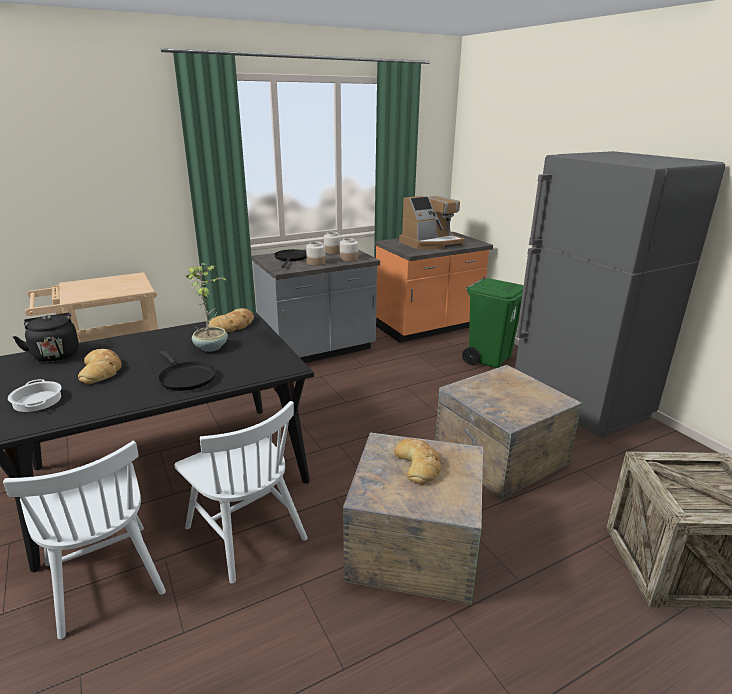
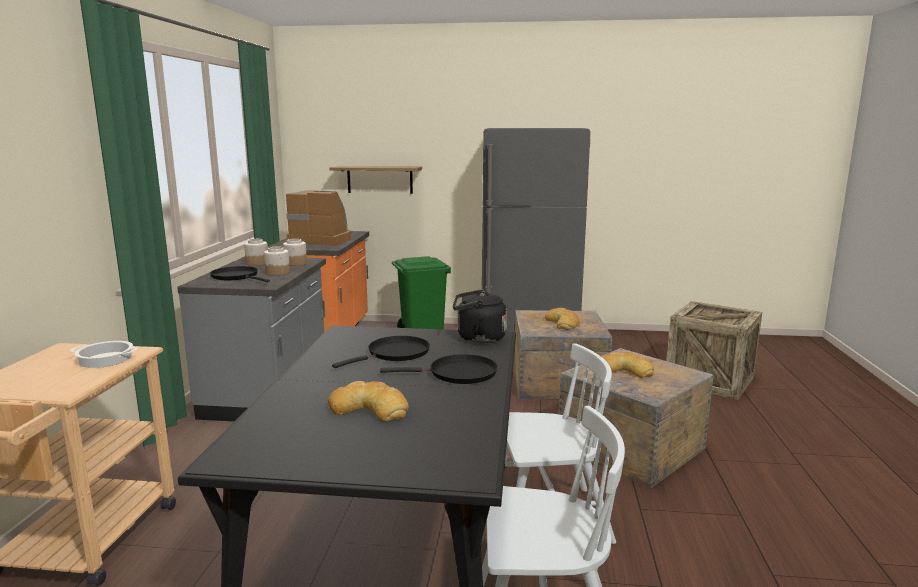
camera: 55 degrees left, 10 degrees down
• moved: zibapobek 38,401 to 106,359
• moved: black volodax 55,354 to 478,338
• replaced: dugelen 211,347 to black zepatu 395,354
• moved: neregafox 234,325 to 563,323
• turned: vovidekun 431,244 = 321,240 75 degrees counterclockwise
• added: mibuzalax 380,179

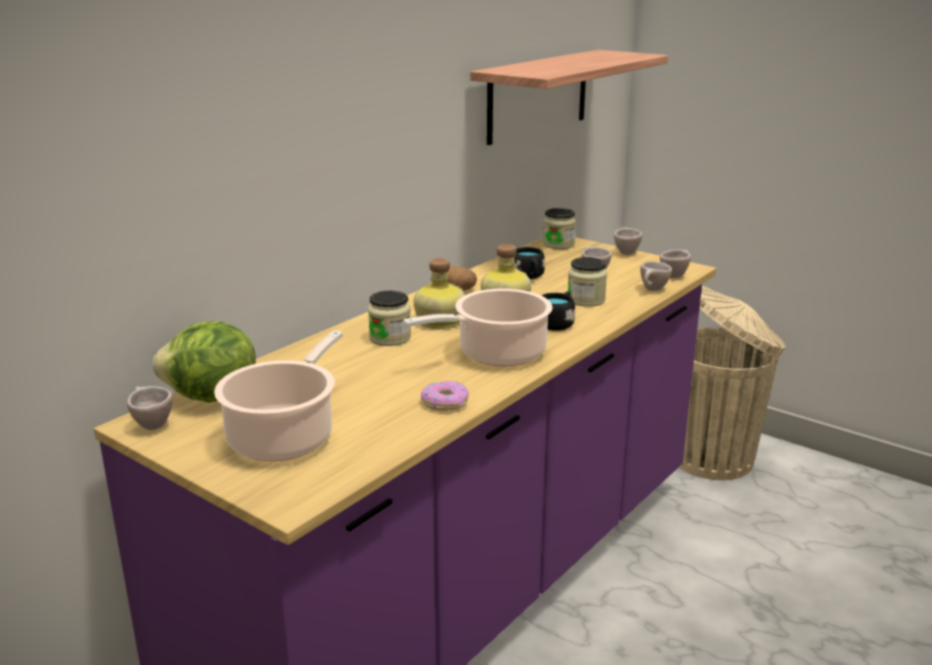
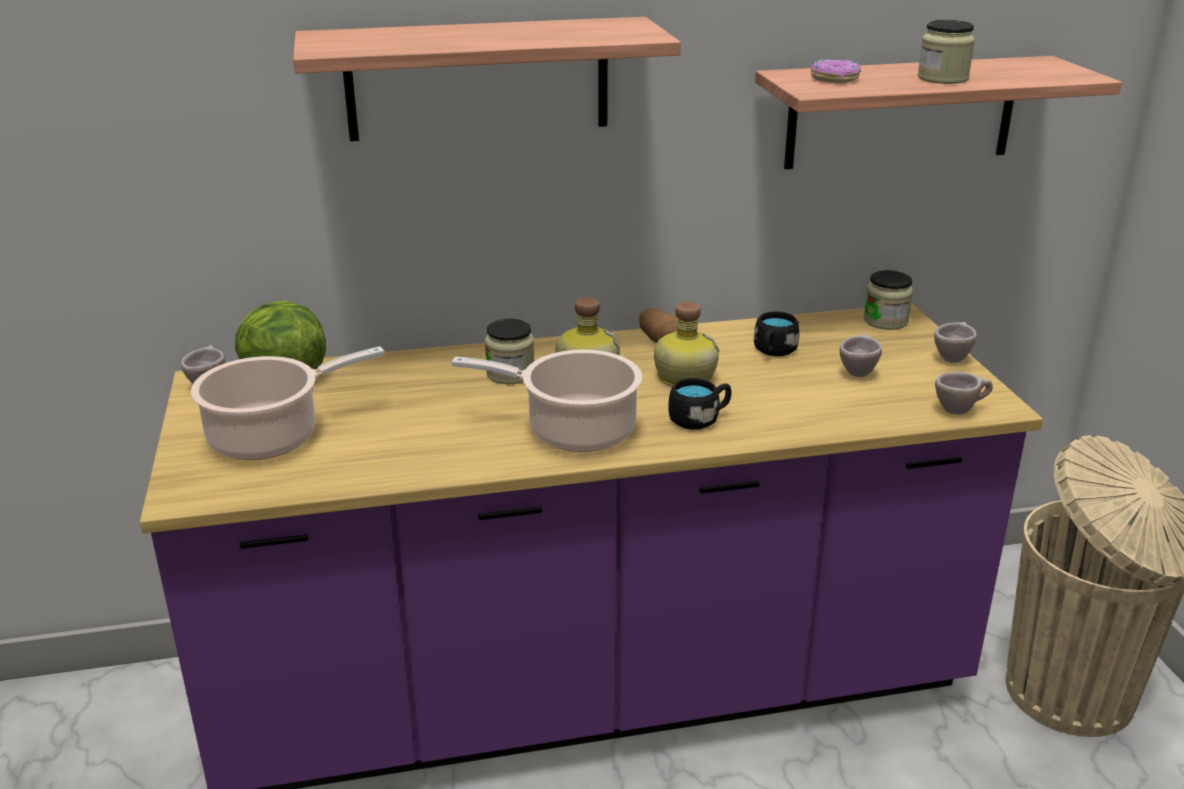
camera: 40 degrees right, 5 degrees up
• moved: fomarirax 445,402 to 834,79
• moved: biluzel 586,300 to 942,78
• removed: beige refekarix 652,290
• added: mibuzalax 478,79

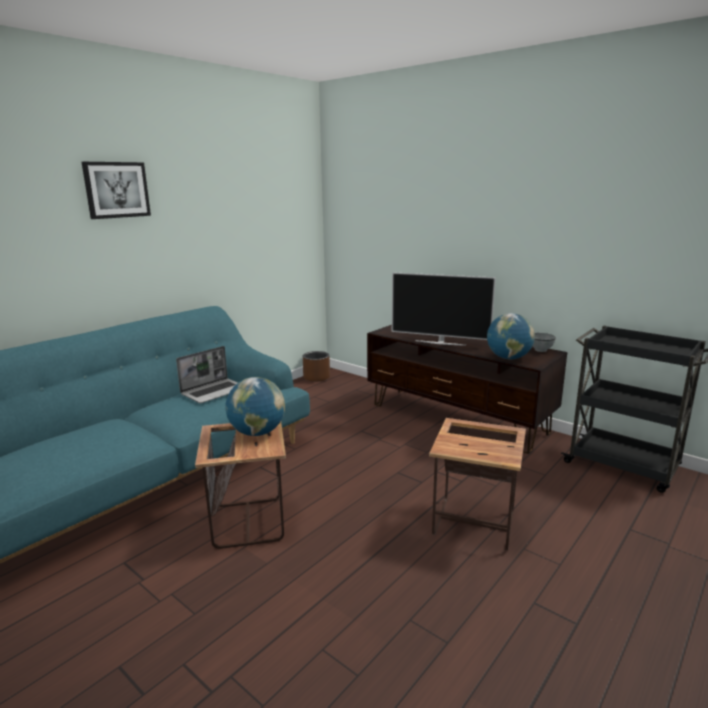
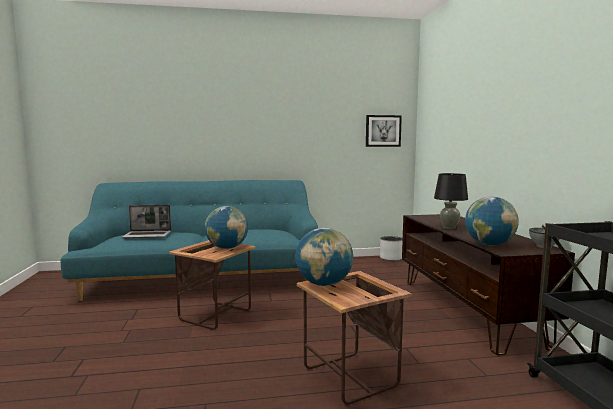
camera: 40 degrees right, 10 degrees down
• moved: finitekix 116,190 to 383,131
• moved: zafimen 214,392 to 148,235
• recoloured: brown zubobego 317,377 to grey zubobego 391,258
• replaced: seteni 440,342 to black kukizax 449,227
• added: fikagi 324,284

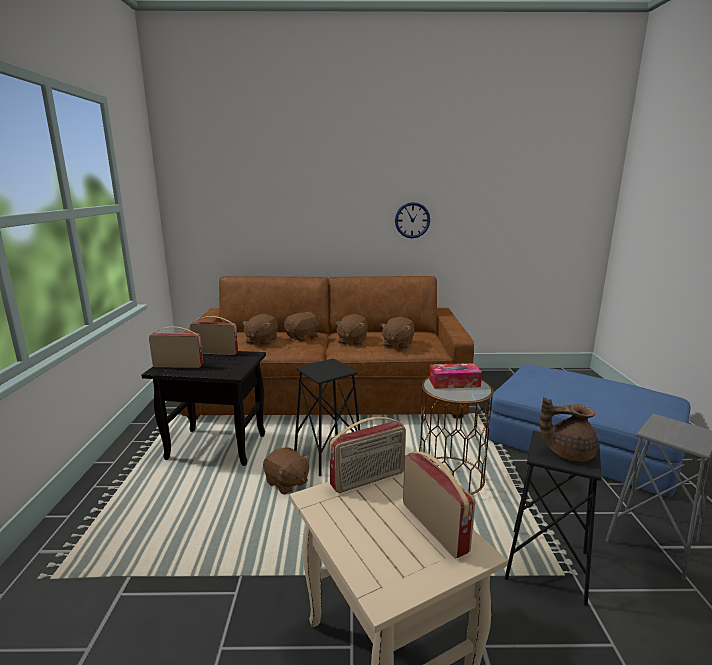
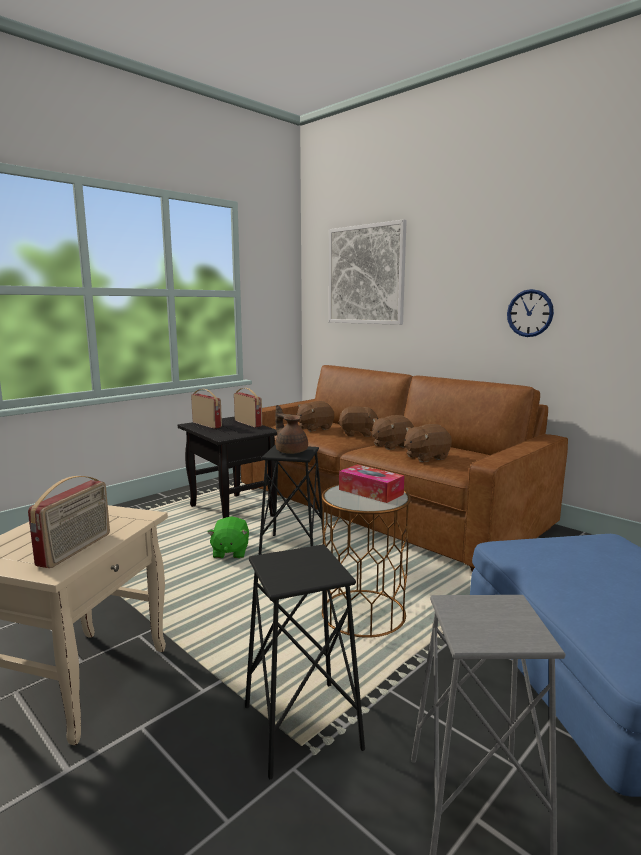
camera: 45 degrees right, 5 degrees down
• recoloured: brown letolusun 286,483 to green letolusun 230,552
• removed: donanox 368,479
• moved: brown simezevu 567,452 to 291,451
• added: finitekix 366,275

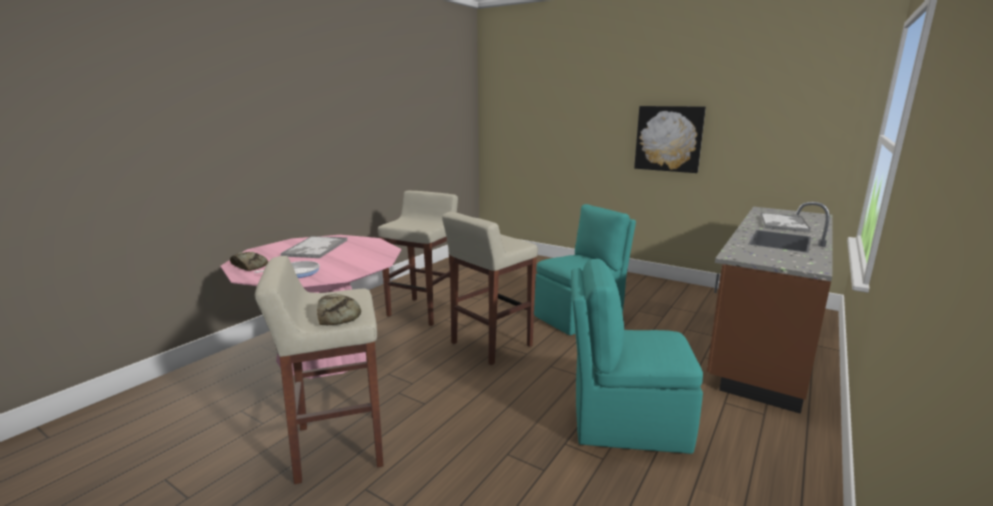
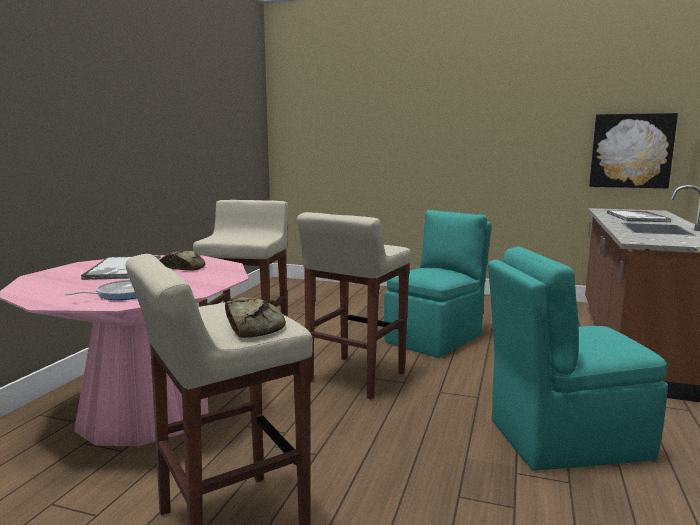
camera: 15 degrees left, 5 degrees down
• moved: neregafox 249,266 to 184,267
• moved: finitekix 668,138 to 631,151

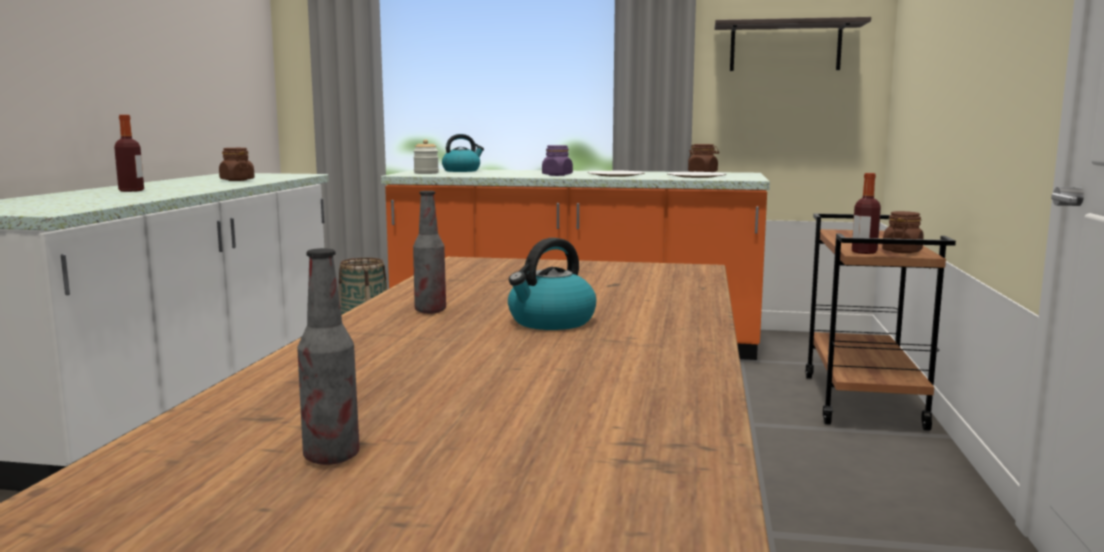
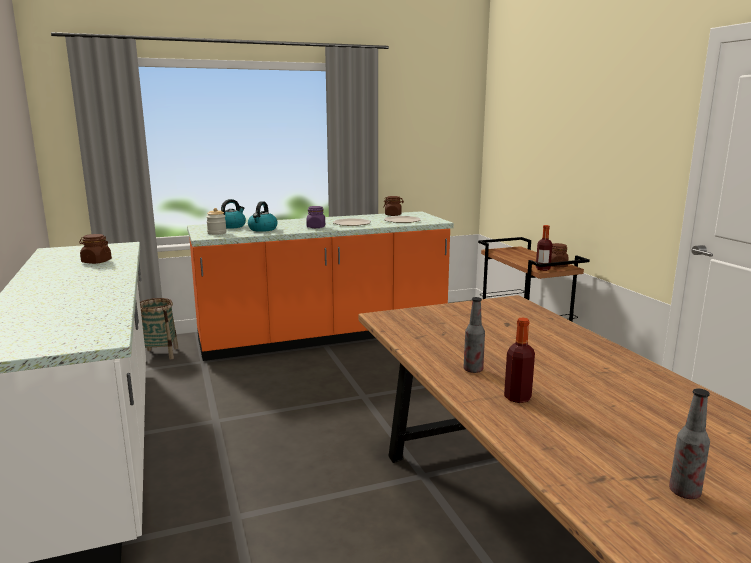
camera: 30 degrees left, 5 degrees up
• moved: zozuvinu 131,190 to 517,398
• moved: volodax 551,322 to 262,229
• removed: mibuzalax 785,47

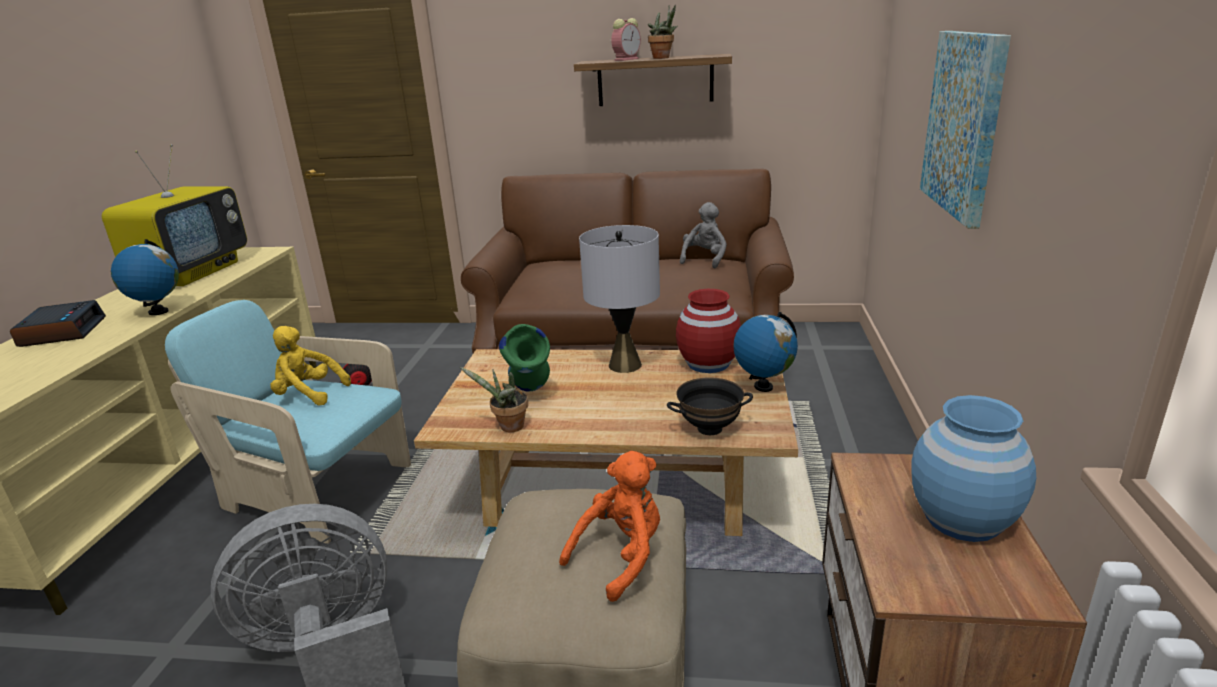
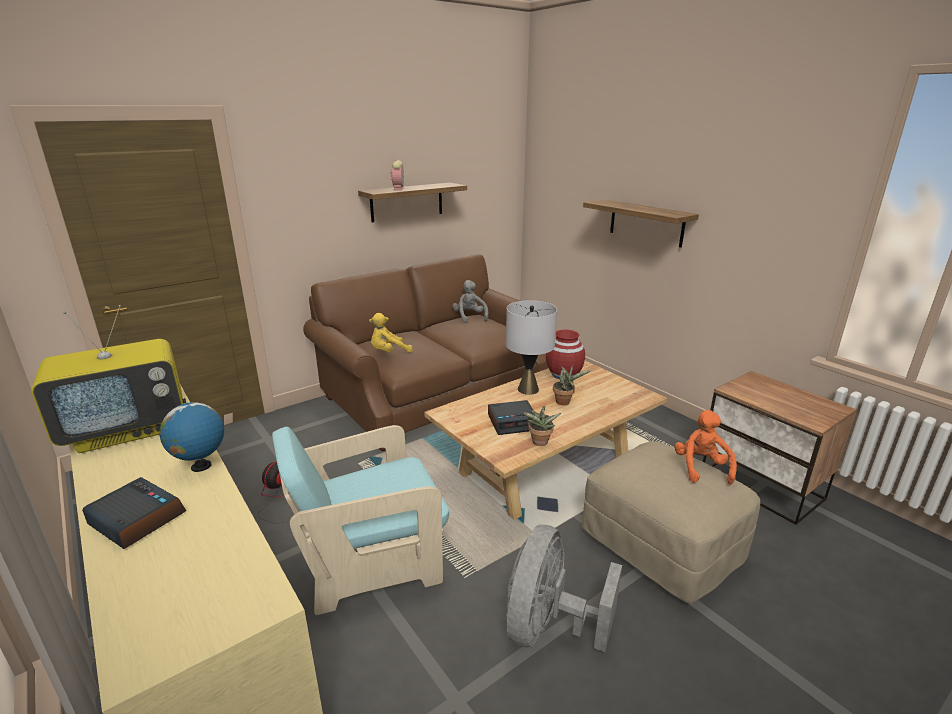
camera: 45 degrees left, 0 degrees up
• turned: seteni 192,272 = 128,430 90 degrees clockwise
• moved: yellow letolusun 308,394 to 388,352
• replaced: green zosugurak 531,393 to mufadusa 512,422
• moved: dugelen 663,58 to 564,402
• removed: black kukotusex 709,429
• removed: fikagi 763,387
• removed: blue zosugurak 963,519
• replaced: finitekix 964,123 to mibuzalax 646,223

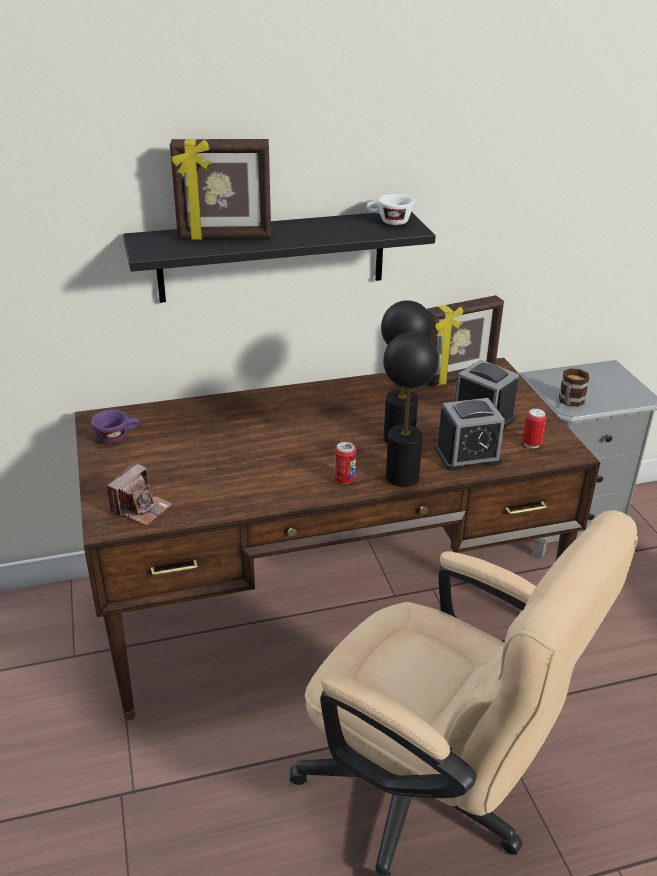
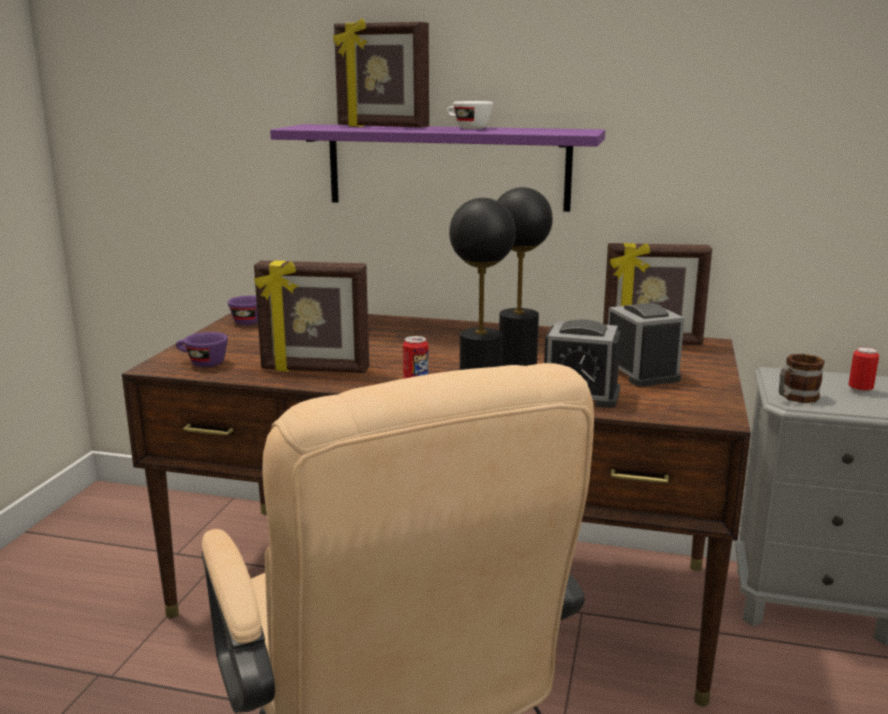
camera: 30 degrees right, 15 degrees down
• replaced: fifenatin 141,508 to purple refekarix 202,363
• recoloured: black mibuzalax 272,256 to purple mibuzalax 447,167
• moved: white refekarix 389,222 to 467,128
• moved: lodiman 531,444 to 860,390
• added: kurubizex 315,370

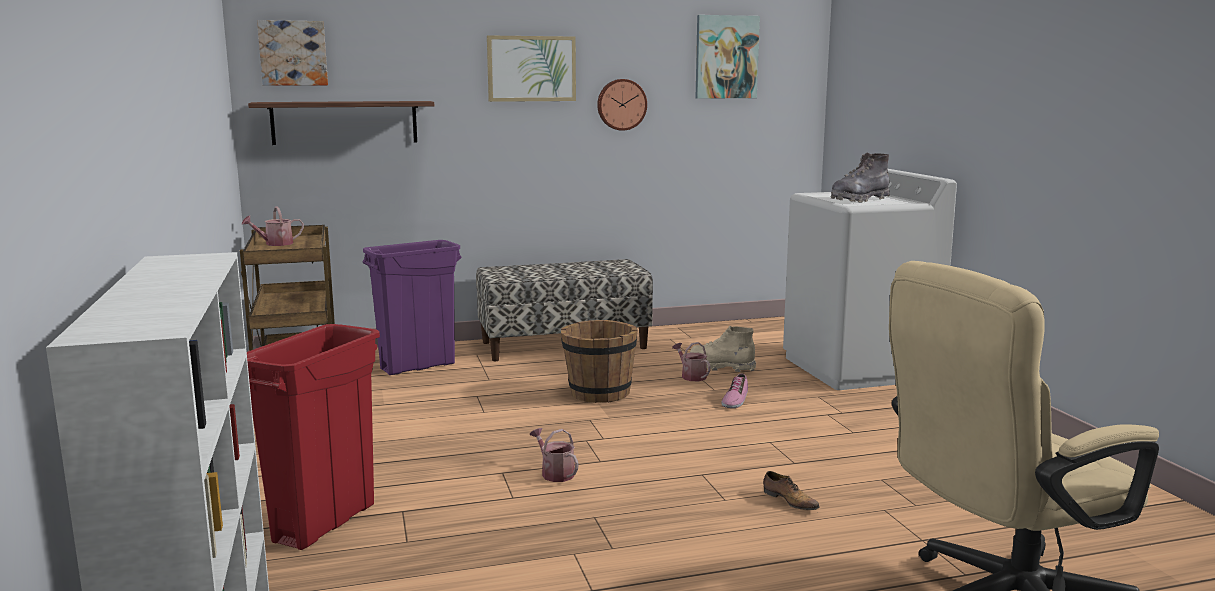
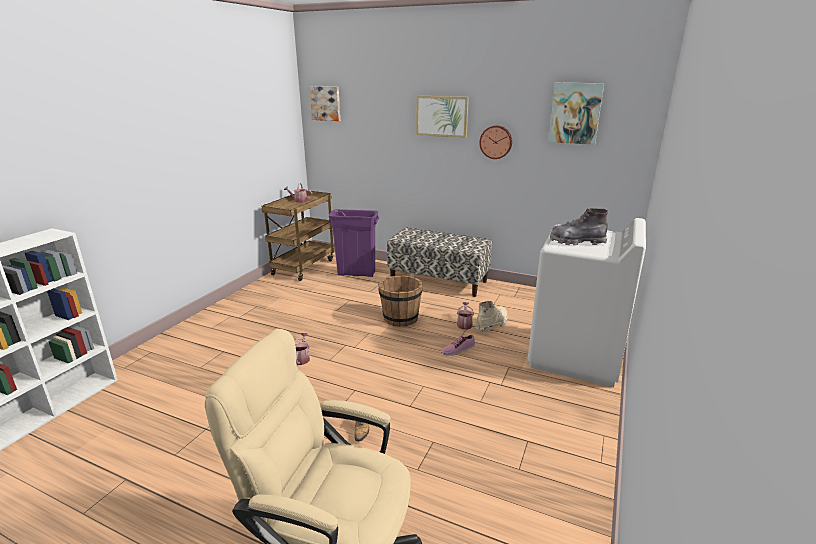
camera: 40 degrees right, 10 degrees up
• removed: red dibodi 325,523
• removed: mibuzalax 344,122
• turned: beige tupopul 721,367 = 492,324 75 degrees clockwise

